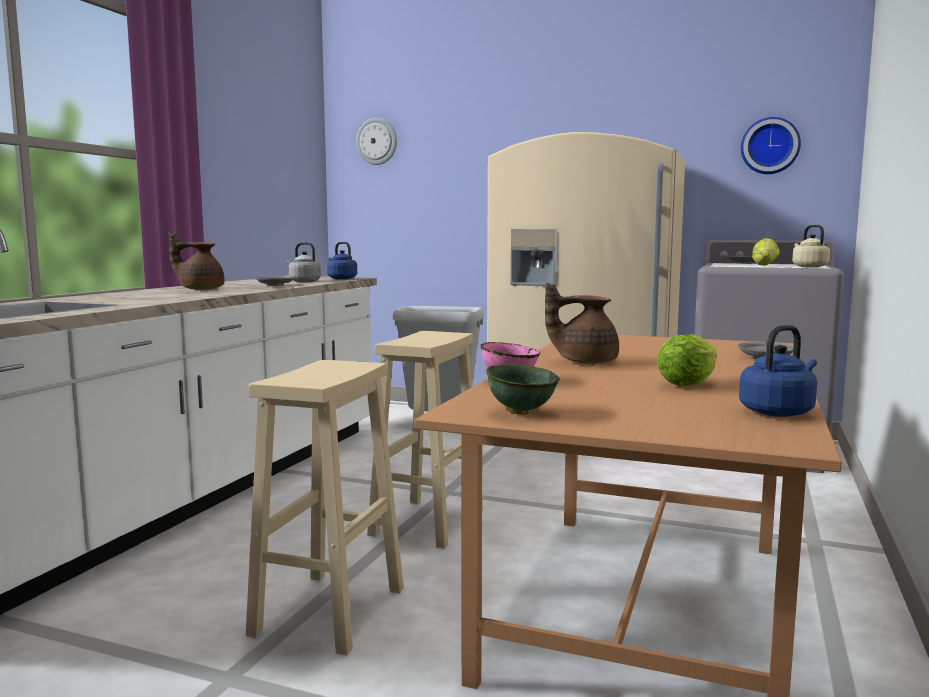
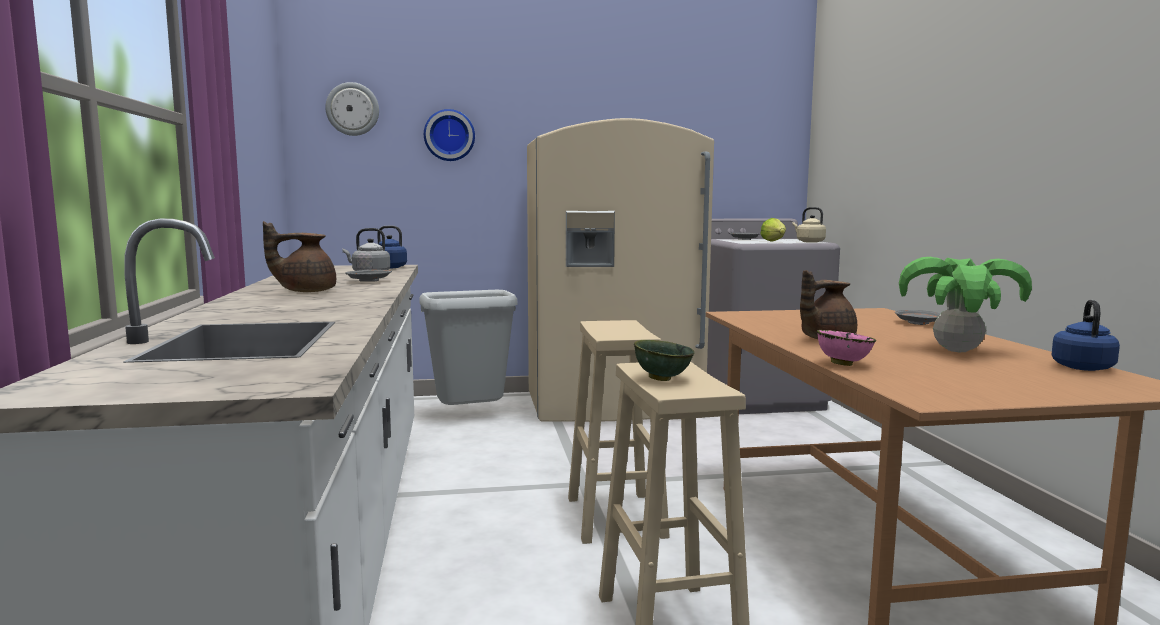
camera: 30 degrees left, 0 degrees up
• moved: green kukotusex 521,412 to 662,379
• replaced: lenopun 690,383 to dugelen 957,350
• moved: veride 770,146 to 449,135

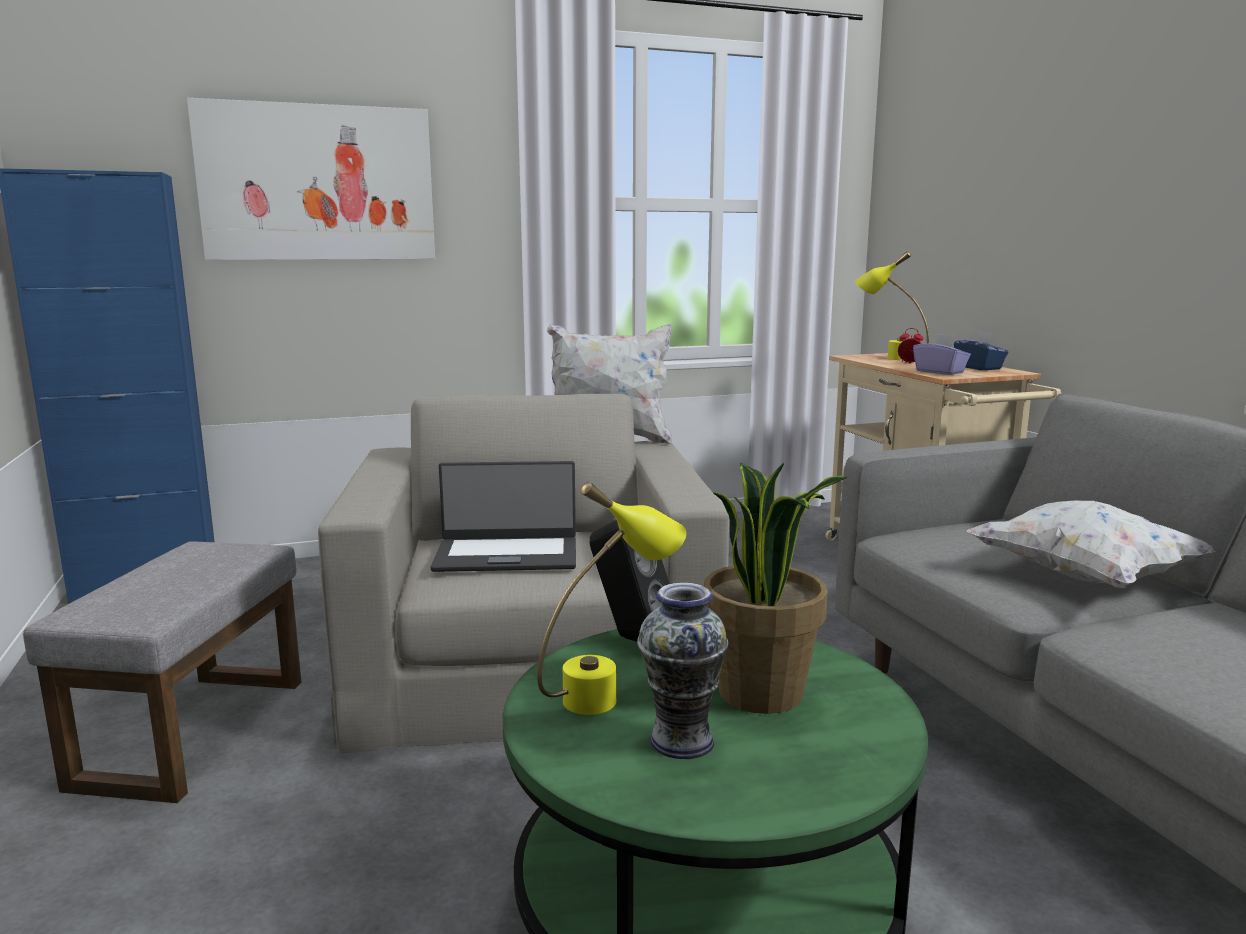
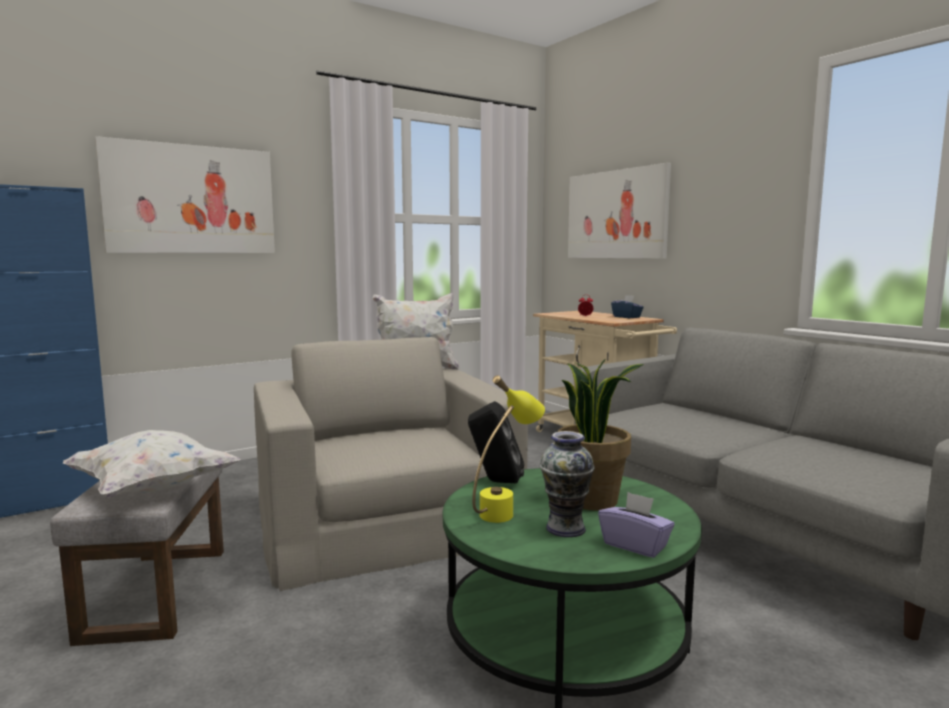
camera: 15 degrees left, 5 degrees down
• removed: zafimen 507,555
• removed: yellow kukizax 888,357
• moved: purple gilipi 940,372 to 635,545
• moved: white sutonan 1082,578 to 152,489
• added: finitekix 616,214

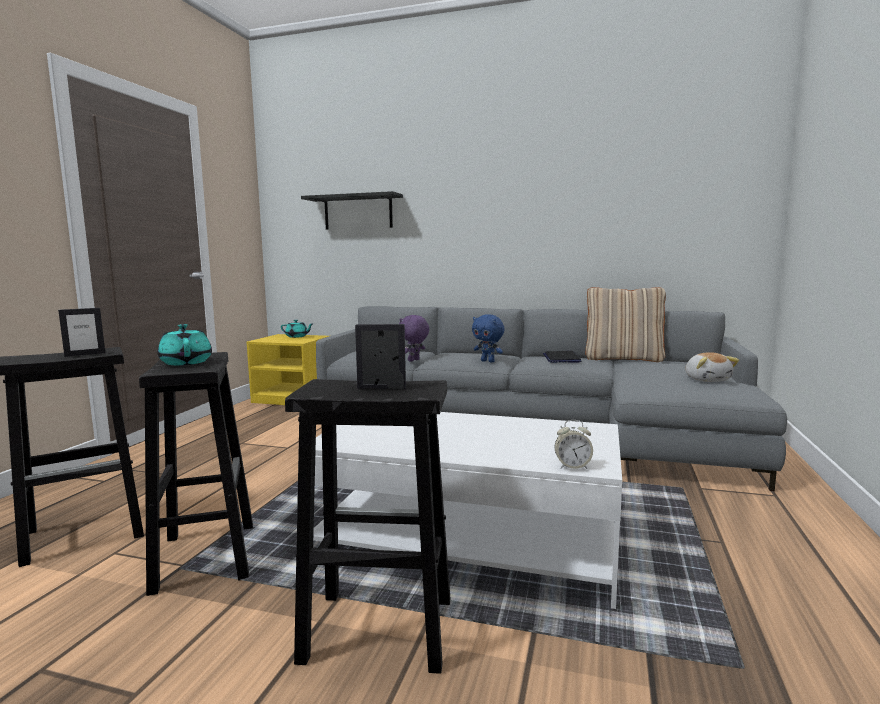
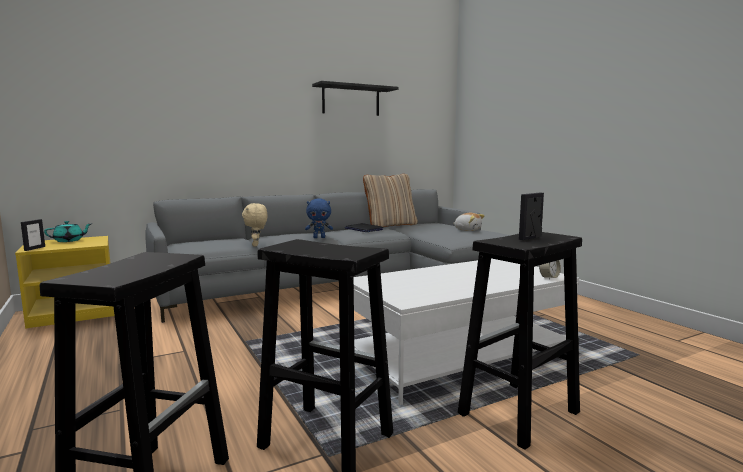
camera: 45 degrees left, 0 degrees up
• moved: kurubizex 85,354 to 34,248
• removed: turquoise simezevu 186,362
• moved: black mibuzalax 358,212 to 351,100
• recoloured: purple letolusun 414,360 to beige letolusun 256,245

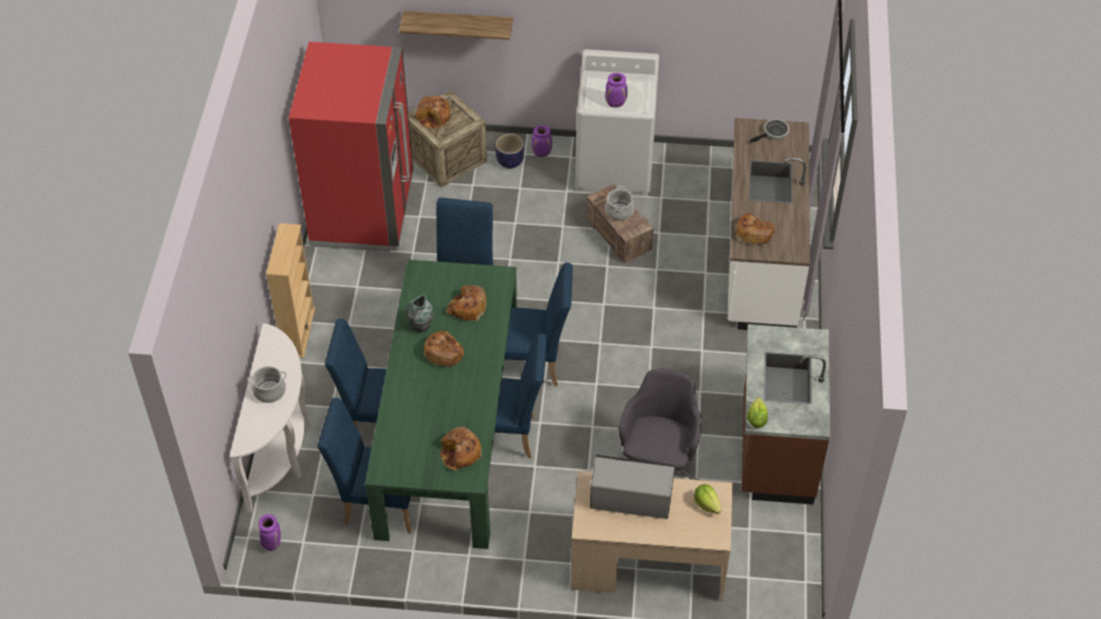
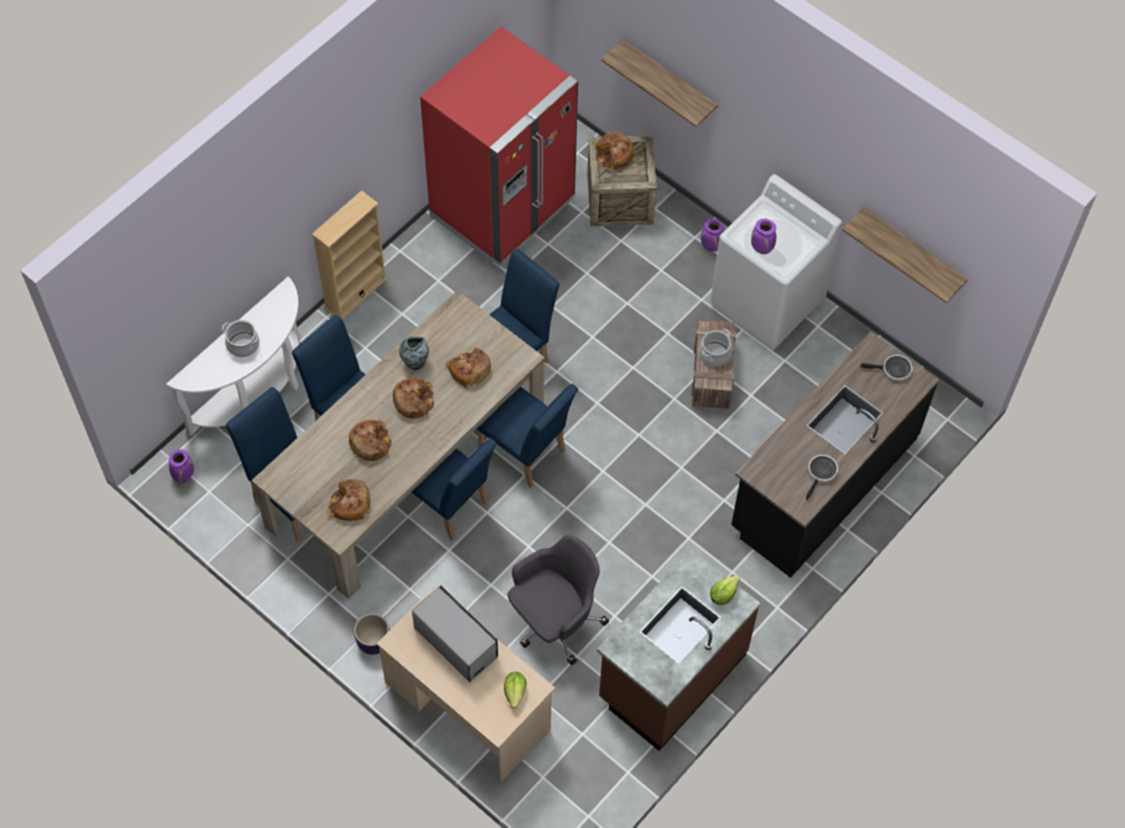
camera: 35 degrees right, 10 degrees up
• recoloured: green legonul 448,428 to beige legonul 406,466
• moved: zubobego 509,161 to 373,641
• recoloured: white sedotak 760,260 to black sedotak 823,483
• moved: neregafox 754,233 to 370,443
• moved: lenopun 756,419 to 723,594
• added: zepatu 821,473
• added: mibuzalax 912,251

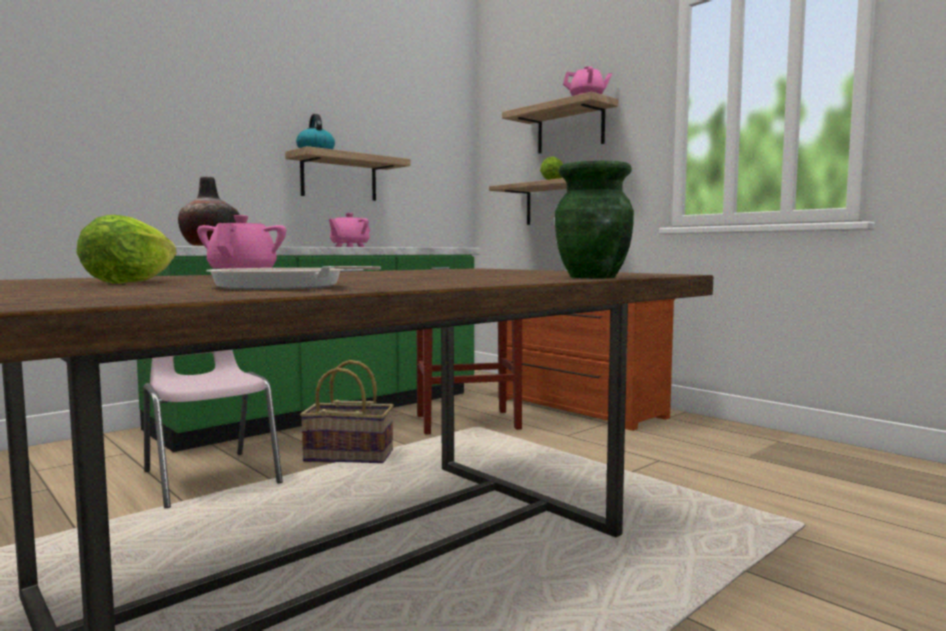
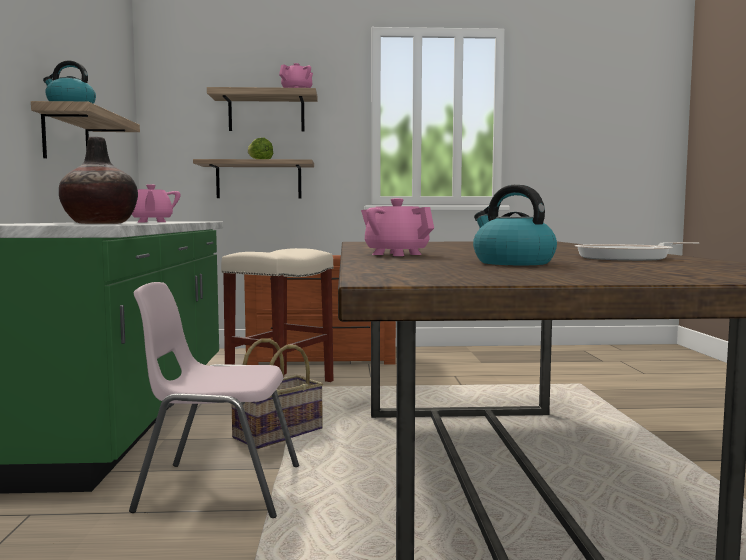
camera: 50 degrees left, 0 degrees up
• replaced: lenopun 129,282 to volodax 512,263
• removed: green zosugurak 593,277

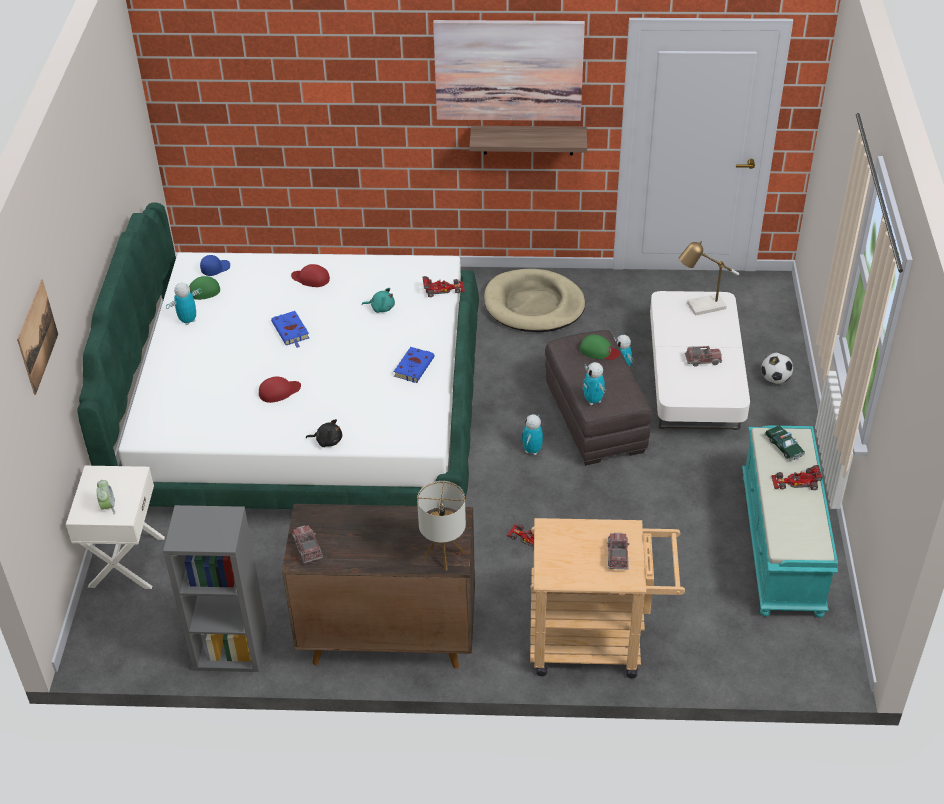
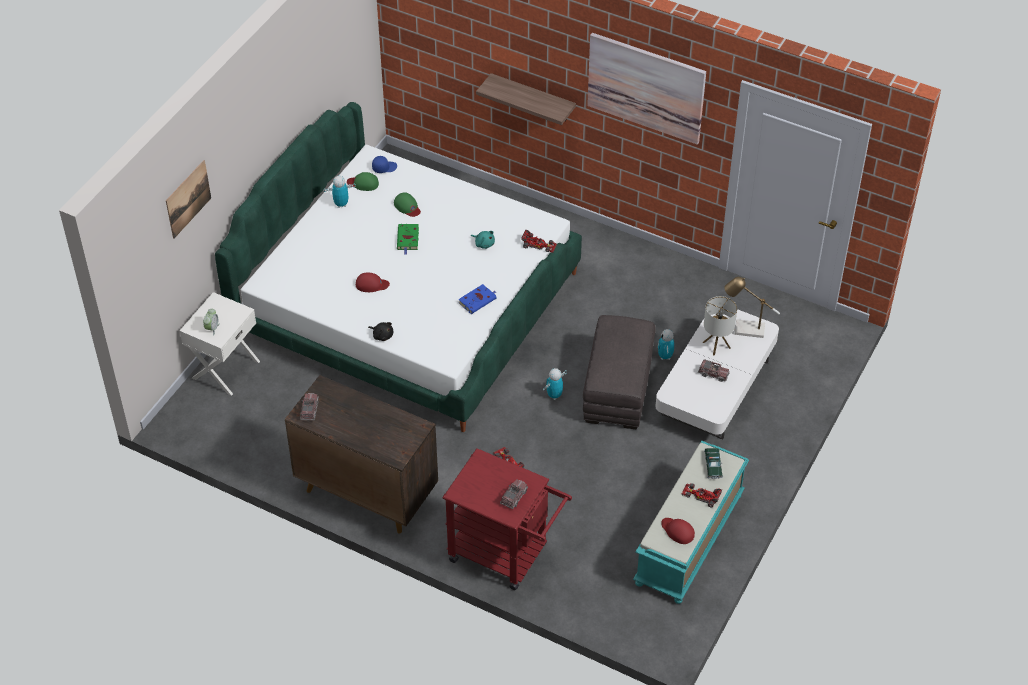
camera: 25 degrees right, 5 degrees up
• removed: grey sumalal 229,649
• recoloured: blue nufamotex 291,331 to green nufamotex 408,239
• moved: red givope 311,278 to 677,531
• moved: kukizax 443,554 to 716,345
• moved: mibuzalax 528,140 to 533,98
• removed: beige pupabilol 534,305
• recoloured: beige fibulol 597,642 to red fibulol 506,555
• moved: green givope 599,351 to 407,206
• removed: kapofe 593,400
• removed: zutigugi 775,379

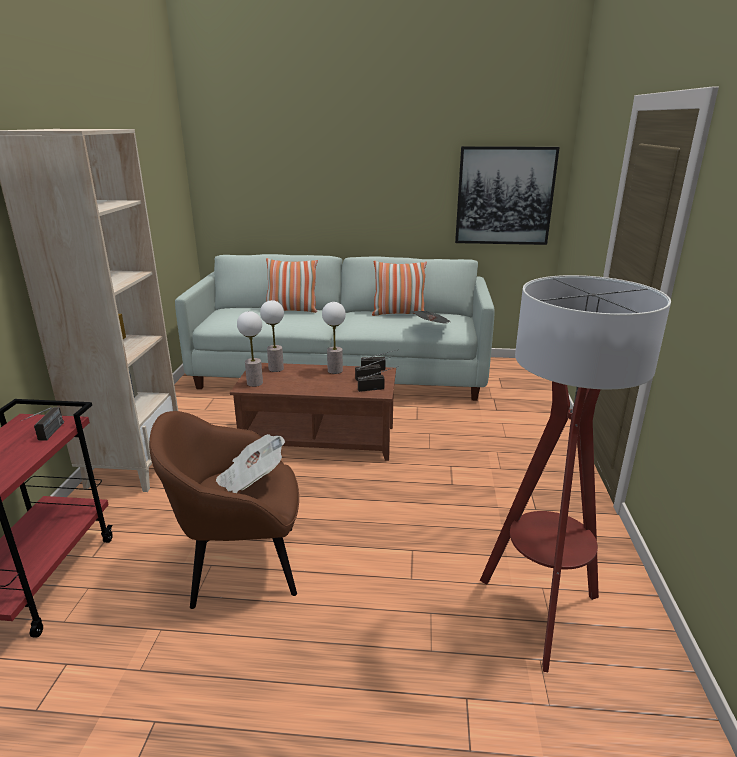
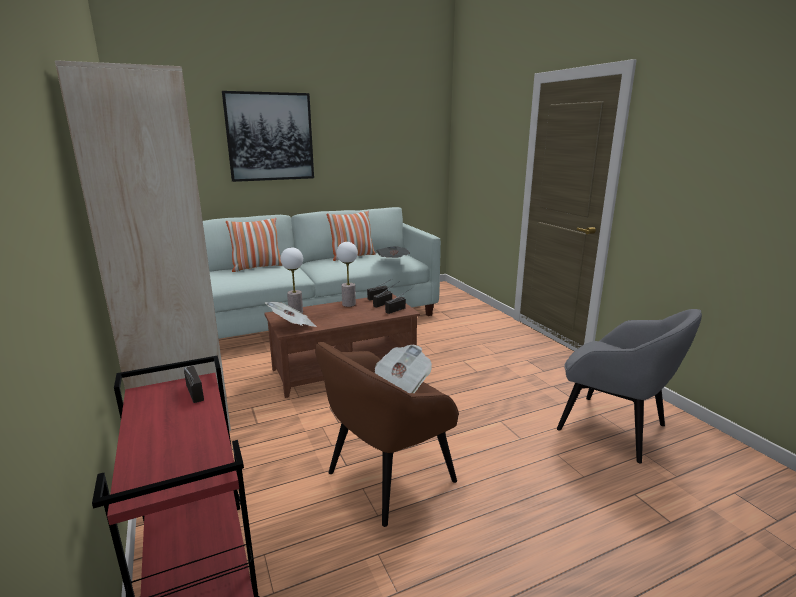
camera: 30 degrees left, 5 degrees down
• replaced: kukizax 255,383 to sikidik 292,326
• moved: finitekix 504,196 to 270,137
• replaced: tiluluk 540,612 to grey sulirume 614,428

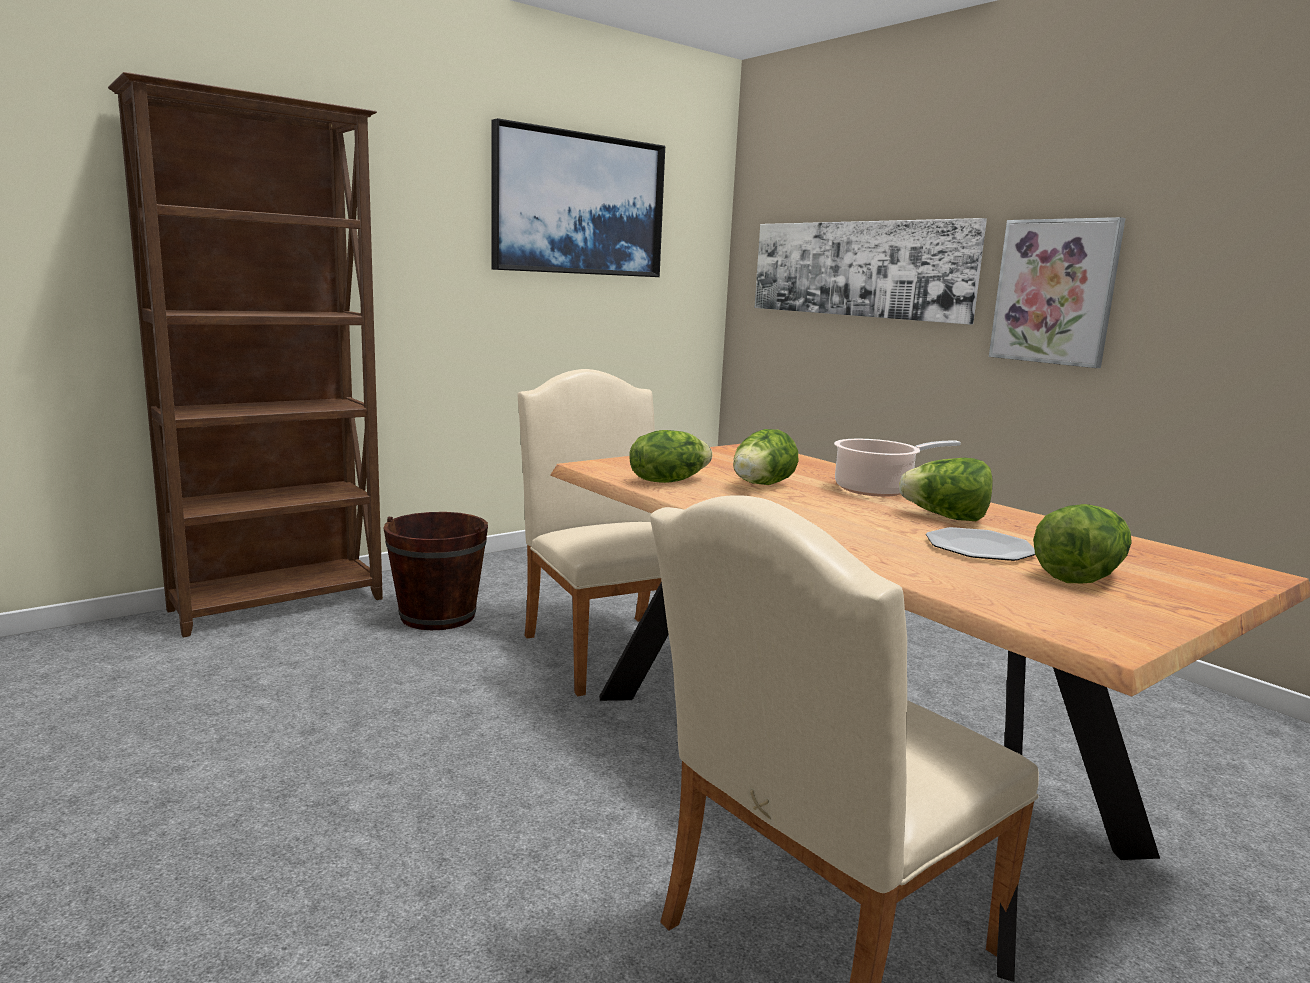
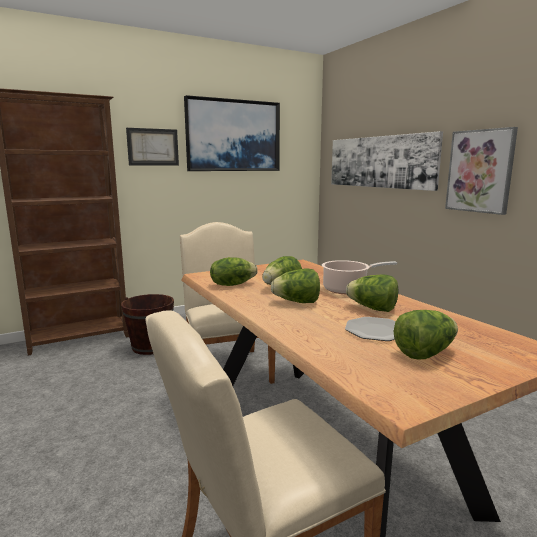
camera: 10 degrees right, 0 degrees up
• added: finitekix 153,147
• added: lenopun 297,302

